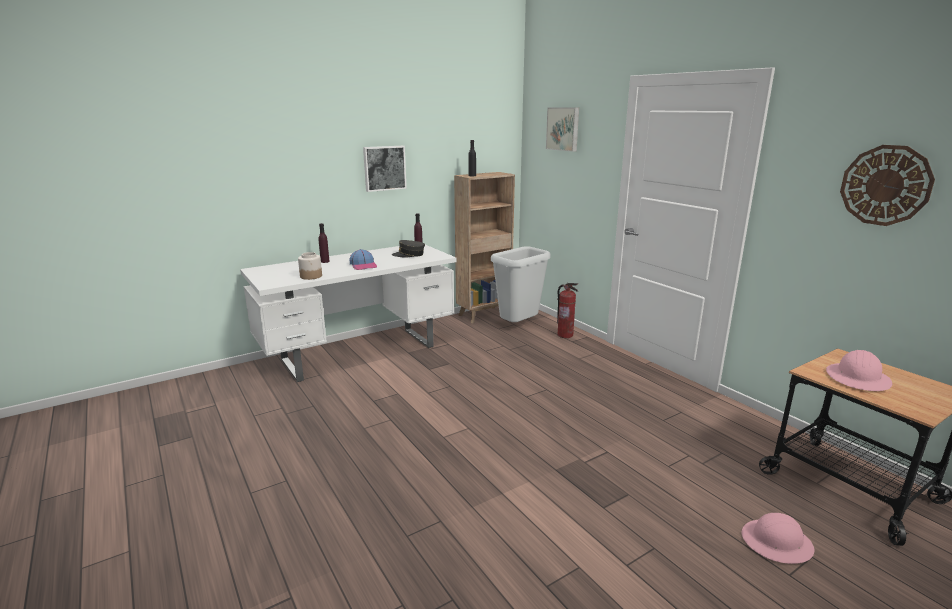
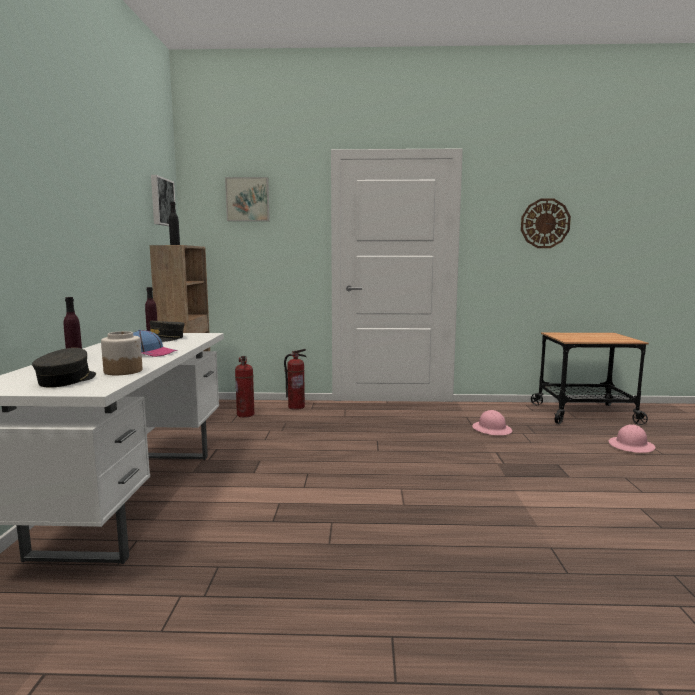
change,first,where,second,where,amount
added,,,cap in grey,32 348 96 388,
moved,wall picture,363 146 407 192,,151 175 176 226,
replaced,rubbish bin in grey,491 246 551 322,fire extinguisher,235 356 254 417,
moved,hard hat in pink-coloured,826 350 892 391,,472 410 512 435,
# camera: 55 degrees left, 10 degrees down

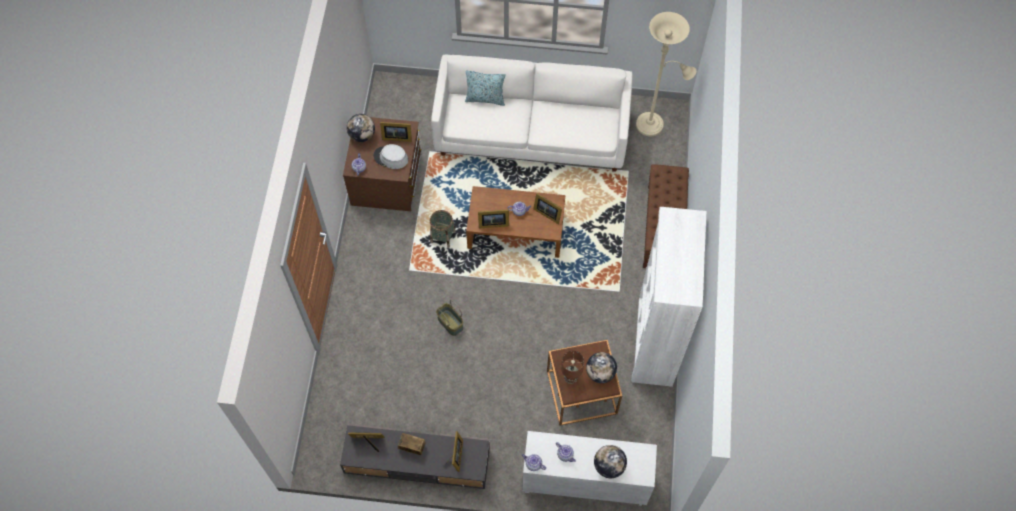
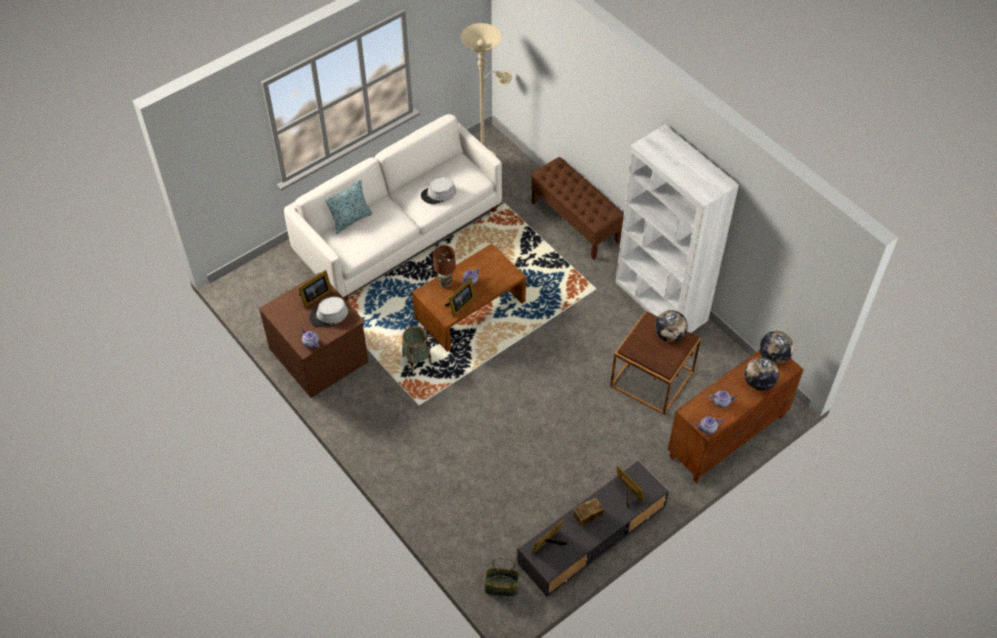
change,first,where,second,where,amount
added,,,clothing hat in grey,421 177 456 204,
moved,lamp for a table in brownish,561 351 585 384,,433 245 456 287,
moved,storage basket,436 300 463 336,,483 558 520 596,
recoloured,cabinet in white-coloured,522 431 657 506,cabinet in brownish,668 350 804 483,
moved,desk globe,347 114 375 142,,760 331 794 364,
removed,photo frame,533 193 562 224,,,
# camera: 45 degrees left, 10 degrees down

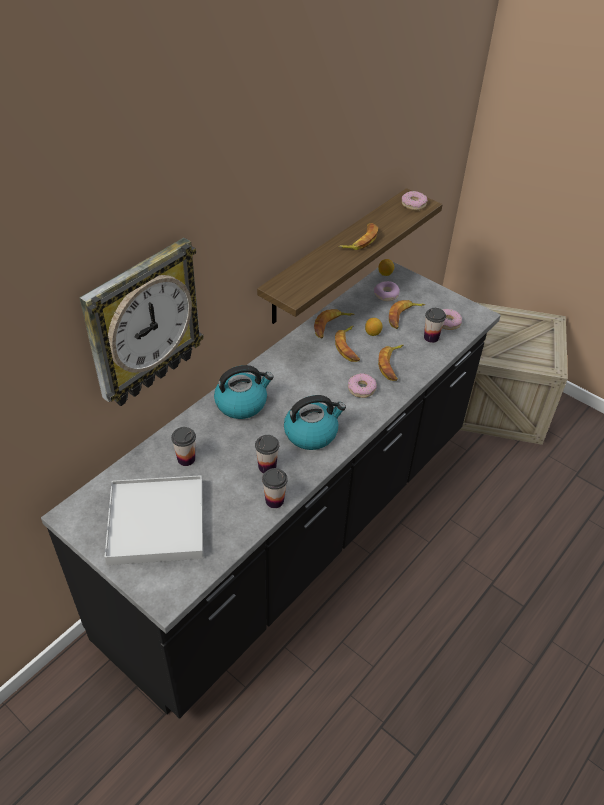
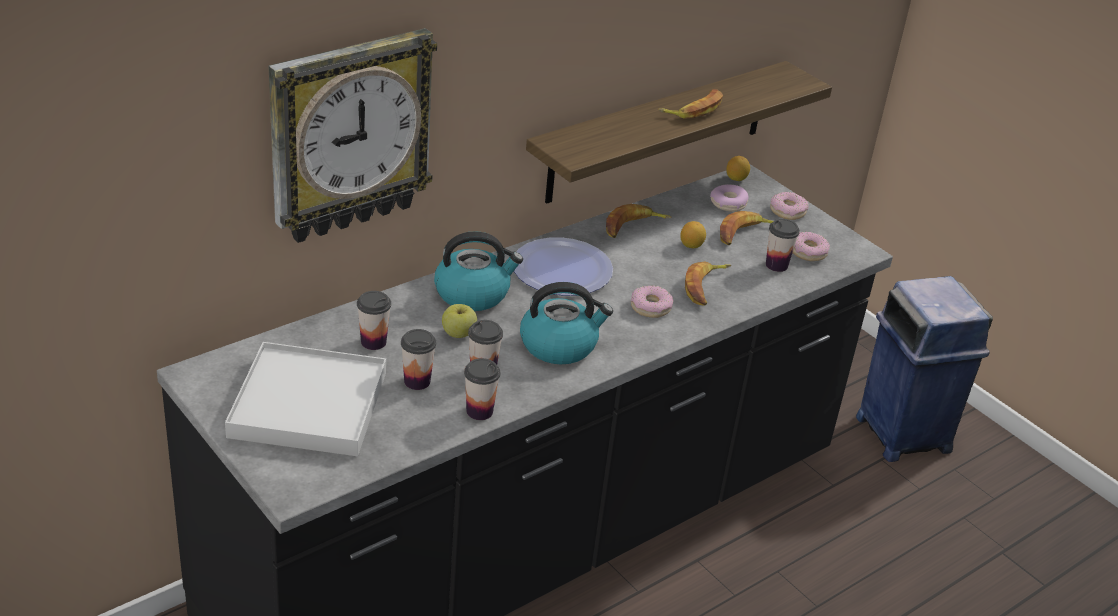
change,first,where,second,where,amount
added,,,drinking cup,401 329 436 390,
added,,,whole apple,442 304 477 338,
added,,,flat dish,514 237 613 296,
moved,ring doughnut,402 191 427 211,,770 192 808 220,
replaced,packing crate,460 302 568 445,rubbish bin in blue,856 276 993 462,
removed,banana,335 326 360 362,,,
# camera: 10 degrees right, 10 degrees down

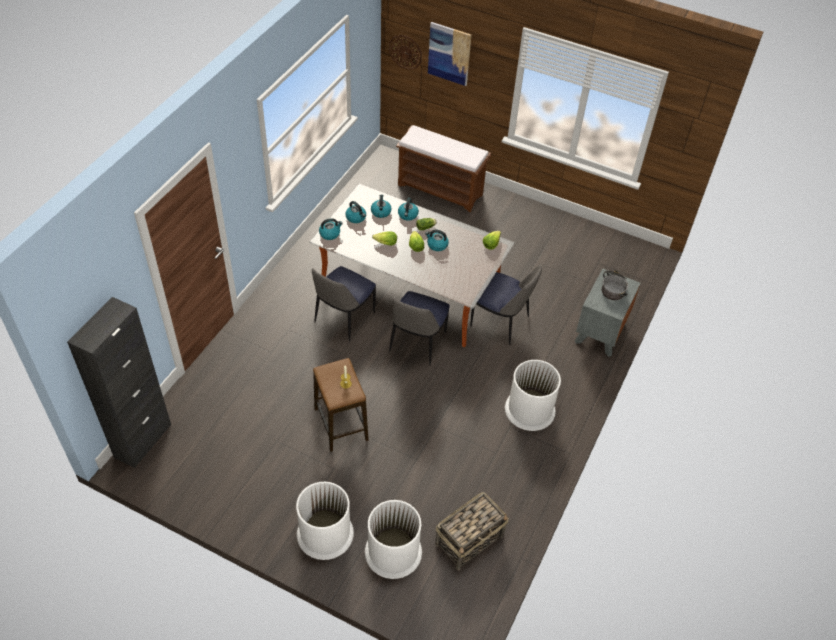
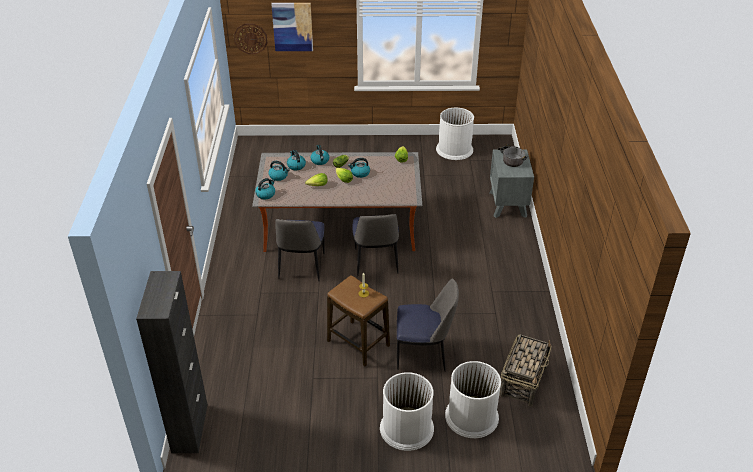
change,first,where,second,where,amount
moved,plain chair,471 264 542 345,,397 279 459 372,
moved,rubbish bin in white-coloured,505 360 561 431,,436 108 474 160,
removed,indoor bench in brownish,396 125 491 212,,,
# camera: 25 degrees left, 10 degrees down

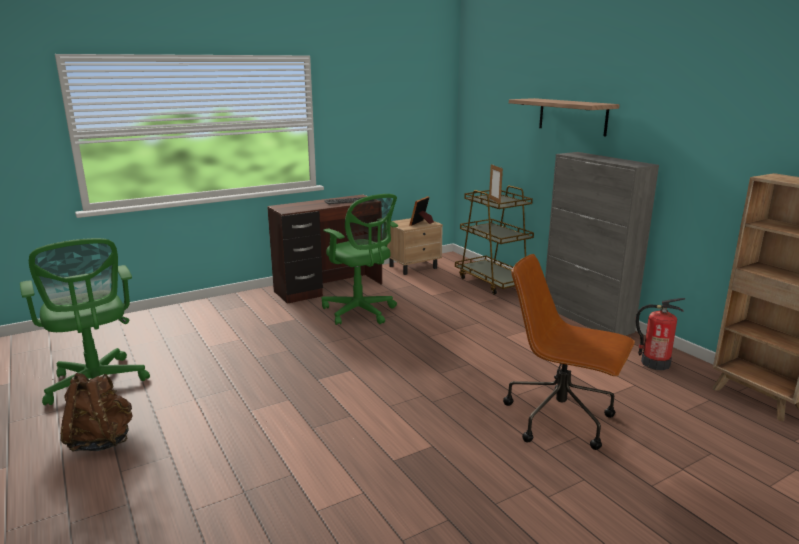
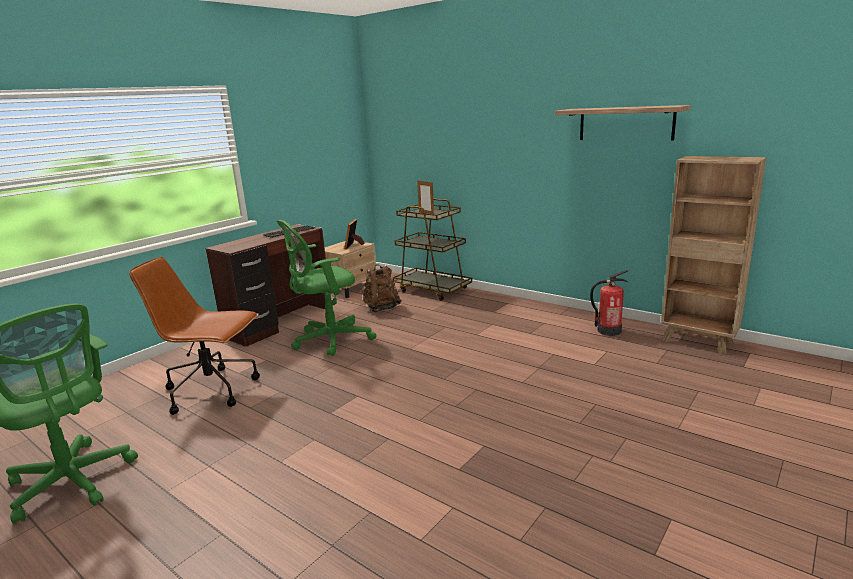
change,first,where,second,where,amount
moved,computer chair in brownish,503 254 635 450,,129 257 260 415,
turned,computer chair in greenish,322 194 398 325,,277 220 376 356,120 degrees clockwise
moved,knapsack in brownish,61 373 133 451,,361 264 402 312,
moved,wall shelf,509 98 620 136,,555 105 691 140,
removed,cabinet in grey,545 152 659 336,,,
# camera: 20 degrees left, 0 degrees up

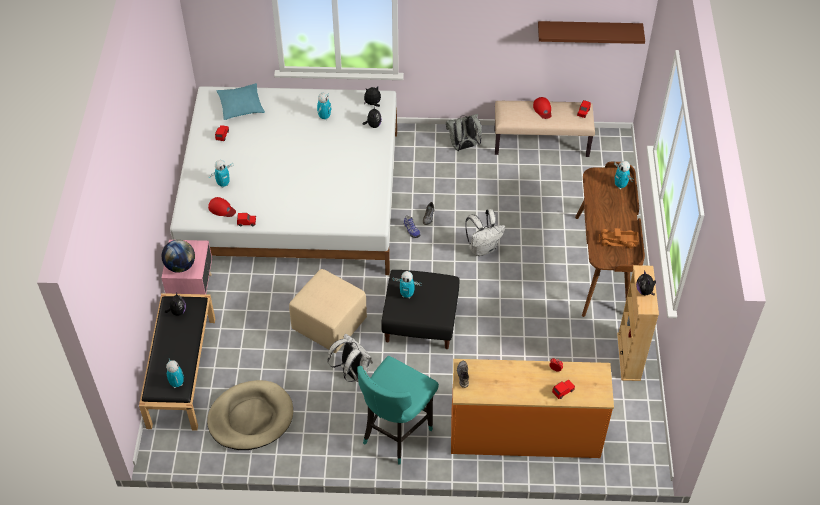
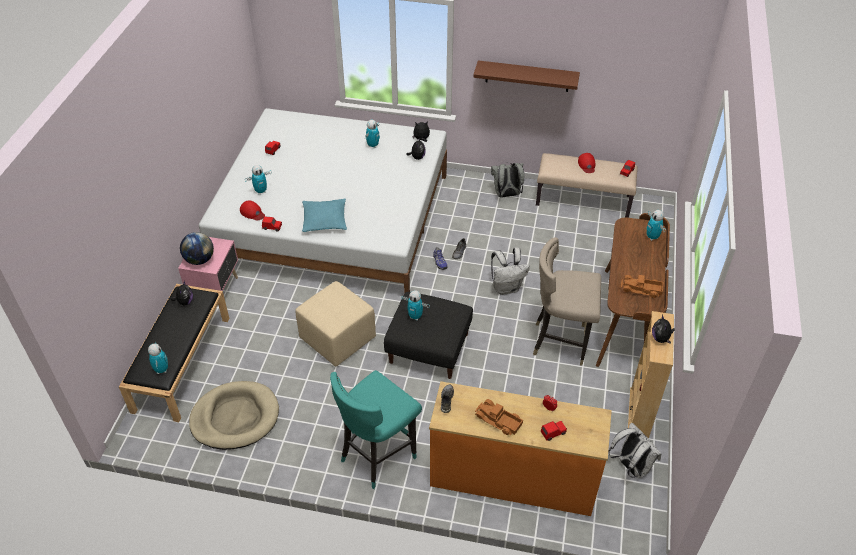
change,first,where,second,where,amount
moved,throw pillow in blue-green,217 83 265 120,,302 198 347 232,
moved,wall shelf in brownish,538 21 645 44,,473 60 580 92,
added,,,model truck,475 399 523 436,
added,,,sitting stool in sand-coloured,533 237 601 366,
moved,knapsack in white-coloured,327 333 373 382,,608 422 662 478,
# camera: 10 degrees right, 5 degrees down

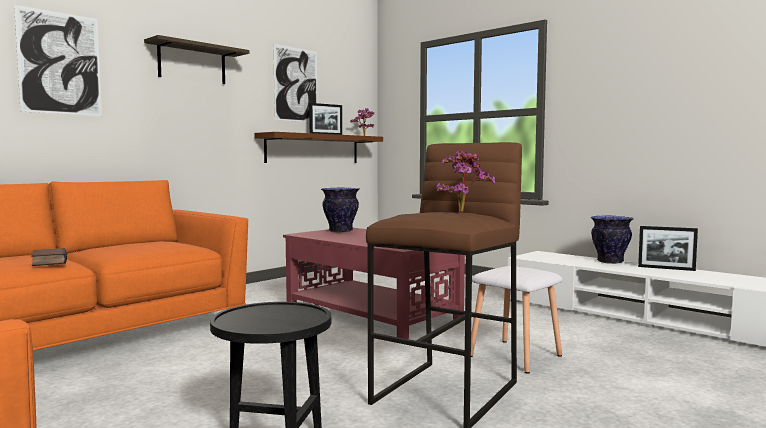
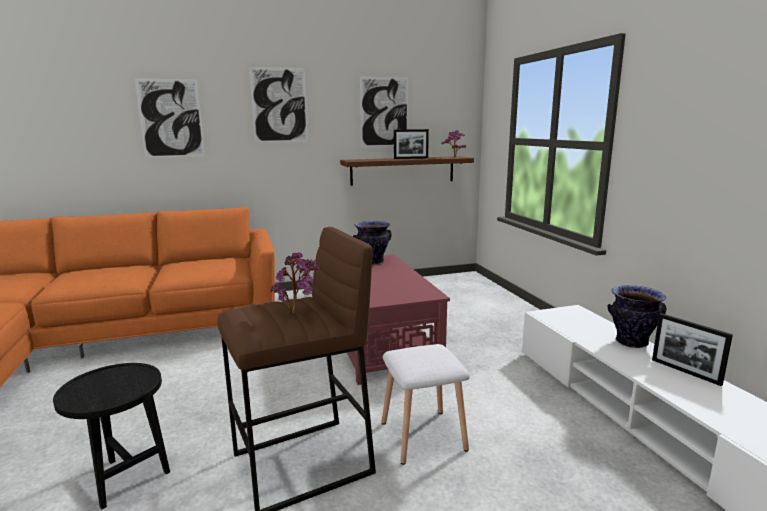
change,first,where,second,where,amount
replaced,wall shelf,144 35 250 84,wall picture,249 67 308 142,
removed,volume,31 248 67 266,,,
# camera: 30 degrees right, 10 degrees up

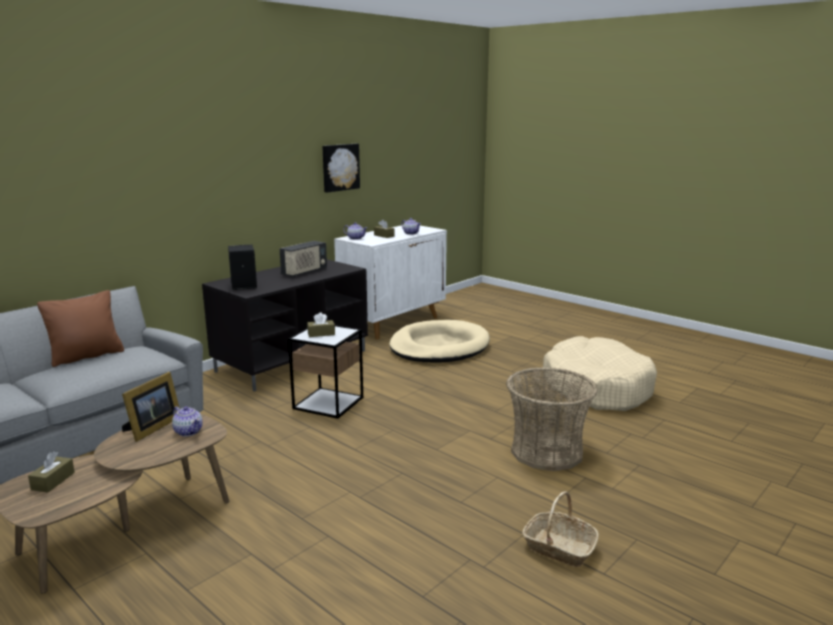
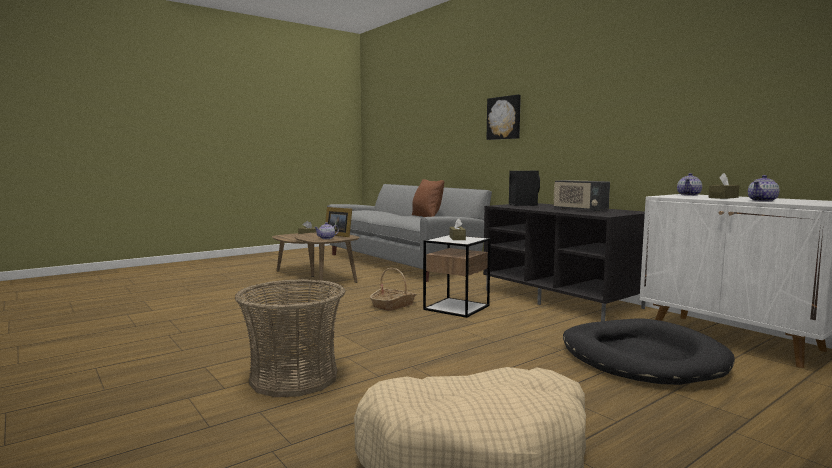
change,first,where,second,where,amount
moved,storage basket,522 491 599 567,,370 268 417 311,
moved,wall picture,322 144 360 193,,487 95 521 140,
recoloured,pet bed in sand-coloured,389 320 490 363,pet bed in black-coloured,563 318 735 385,
# camera: 100 degrees right, 10 degrees down

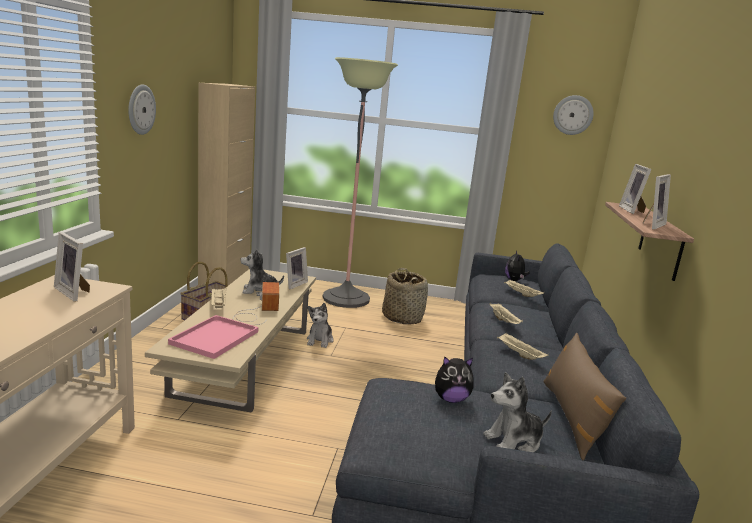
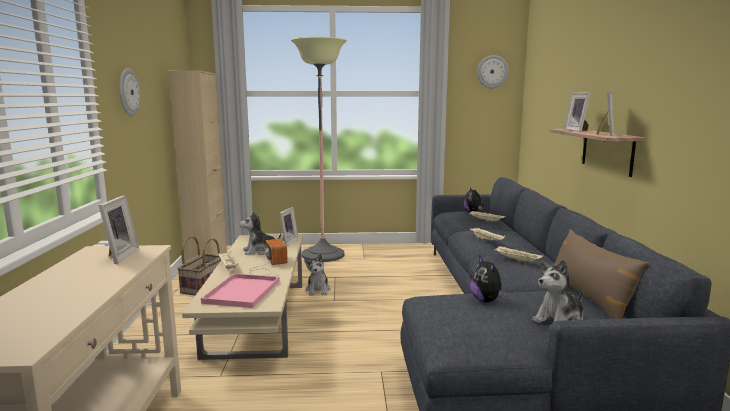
change,first,where,second,where,amount
turned,photo frame,54 232 90 301,,98 195 139 264,120 degrees counterclockwise
turned,plush toy,435 356 474 403,,470 255 506 302,90 degrees clockwise
removed,storage basket,382 268 428 324,,,
# camera: 10 degrees left, 5 degrees down

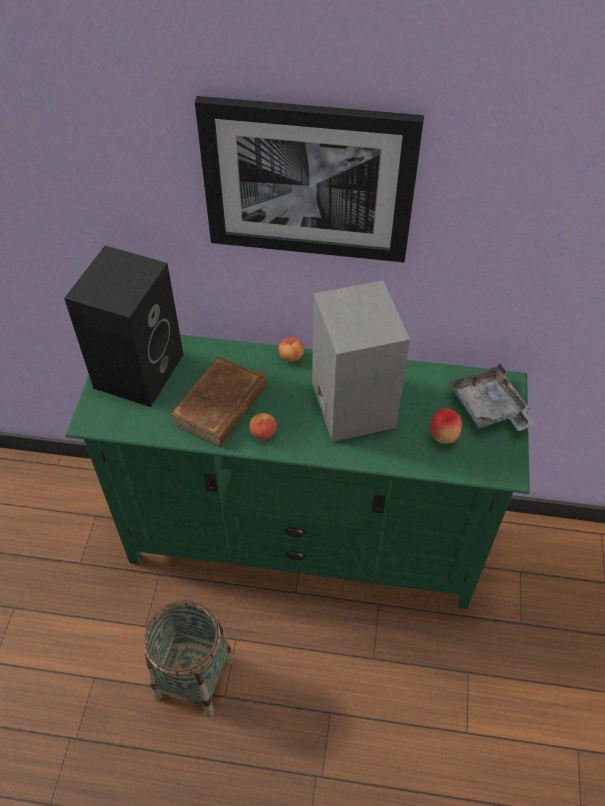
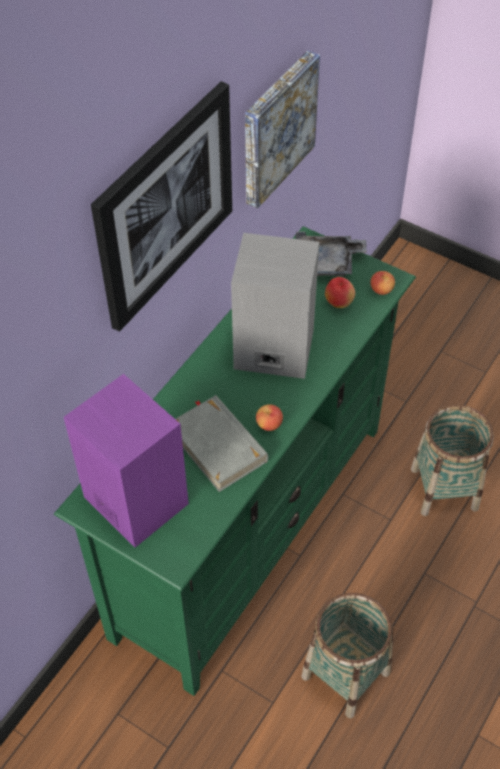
change,first,where,second,where,amount
recoloured,speaker in black-coloured,64 245 184 407,speaker in purple-coloured,64 374 189 547,
recoloured,volume in brownish,170 356 266 447,volume in grey,176 395 268 492,
added,,,wall picture,245 51 320 209,
moved,whole apple,279 337 304 362,,370 271 395 295,
added,,,storage basket,411 405 494 516,
# camera: 65 degrees left, 0 degrees up

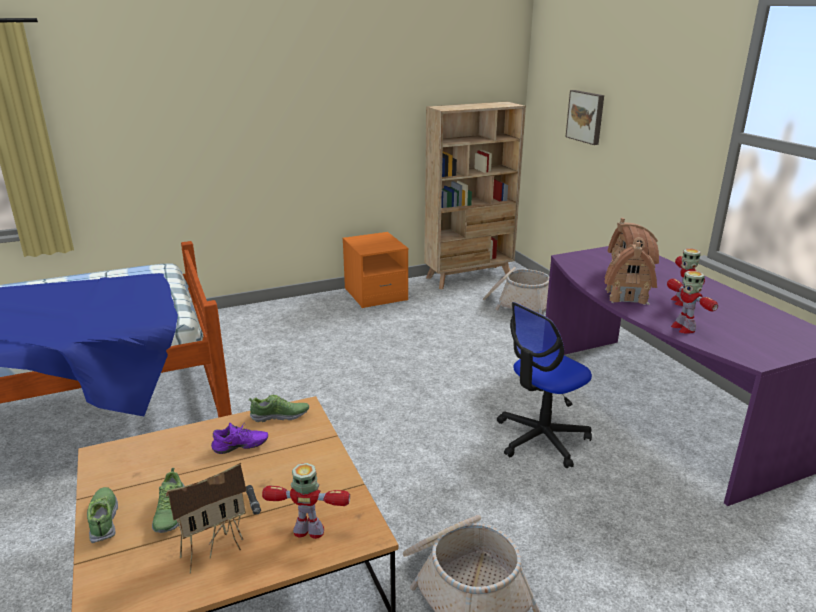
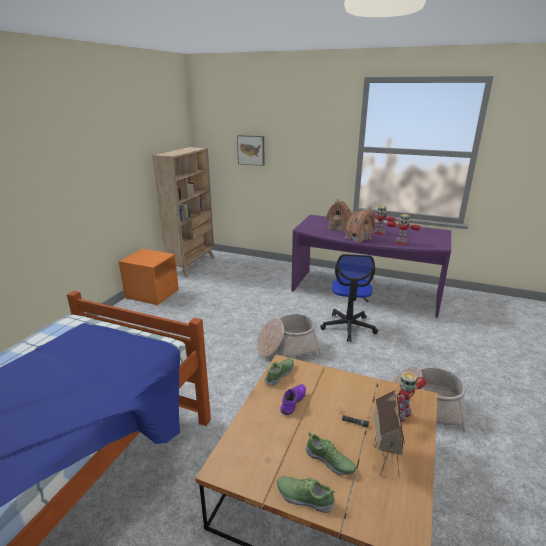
change,first,where,second,where,amount
moved,storage basket,483 267 549 315,,257 314 322 358,
# camera: 45 degrees left, 0 degrees up

